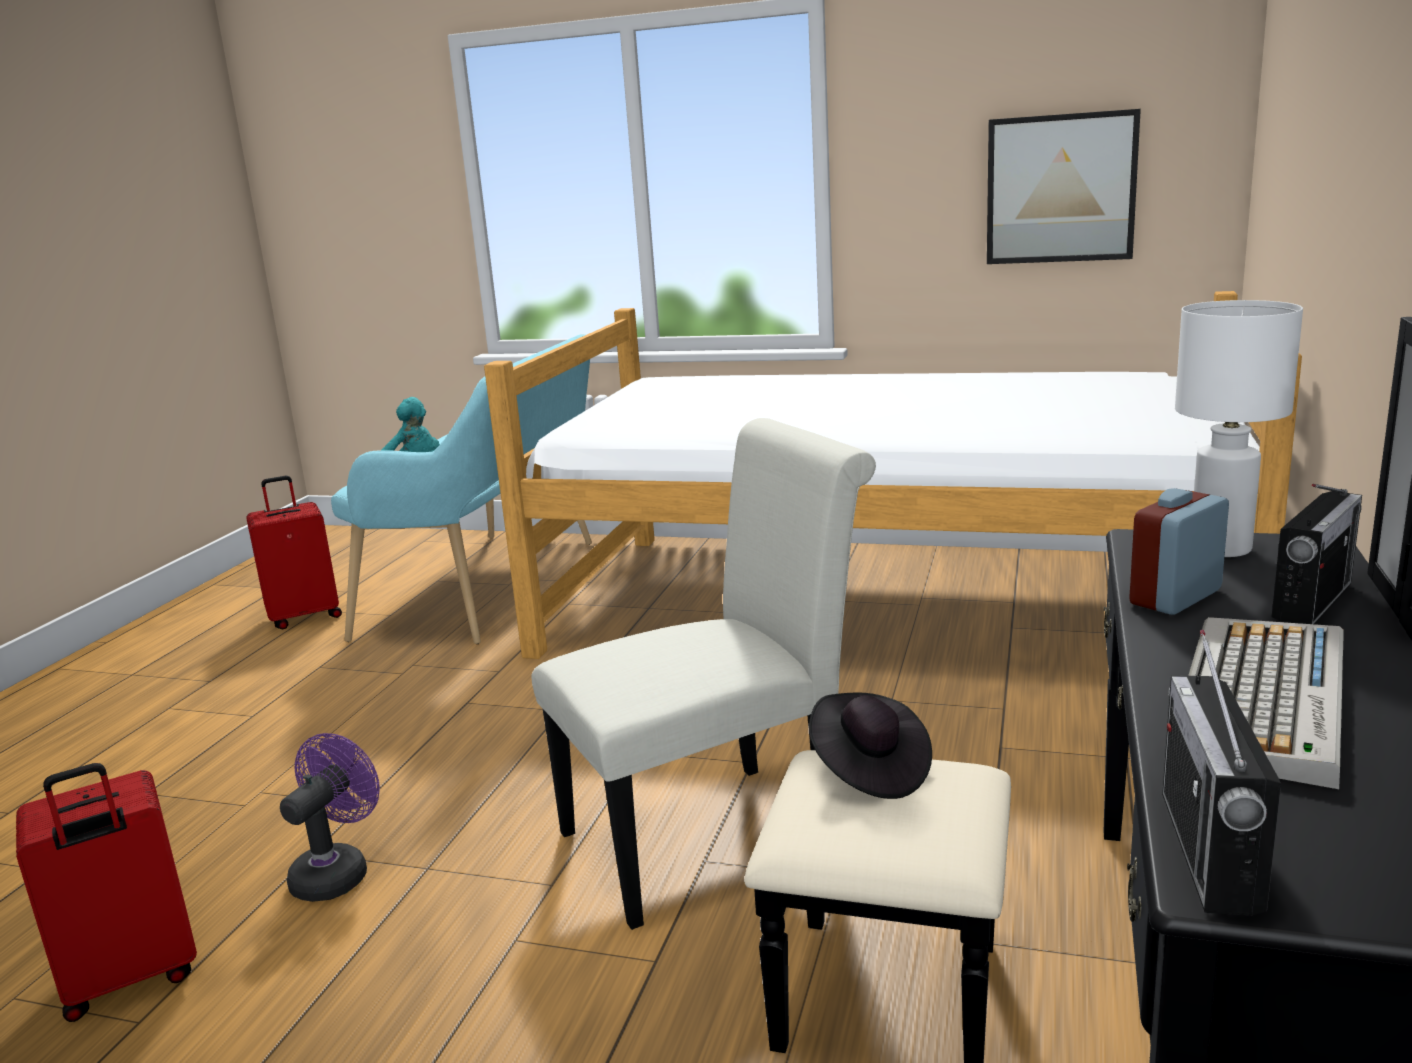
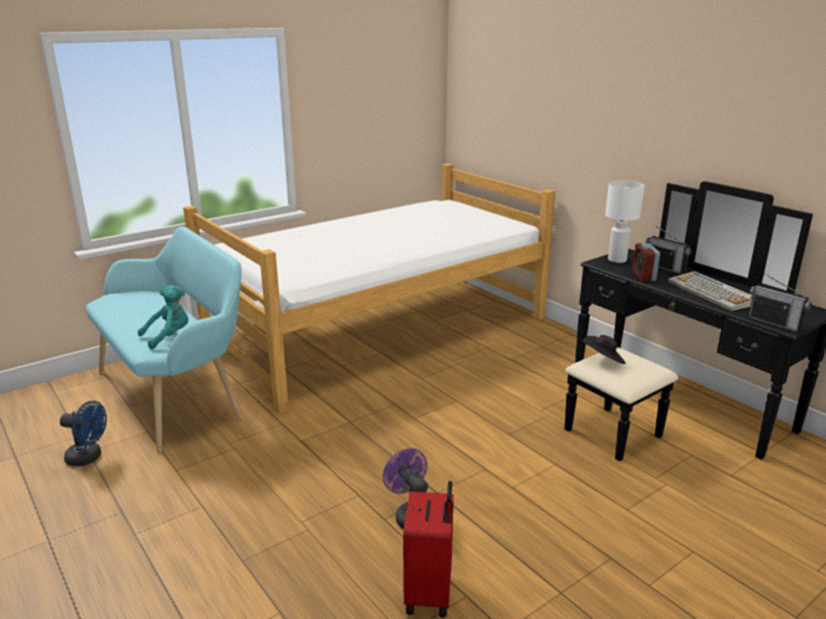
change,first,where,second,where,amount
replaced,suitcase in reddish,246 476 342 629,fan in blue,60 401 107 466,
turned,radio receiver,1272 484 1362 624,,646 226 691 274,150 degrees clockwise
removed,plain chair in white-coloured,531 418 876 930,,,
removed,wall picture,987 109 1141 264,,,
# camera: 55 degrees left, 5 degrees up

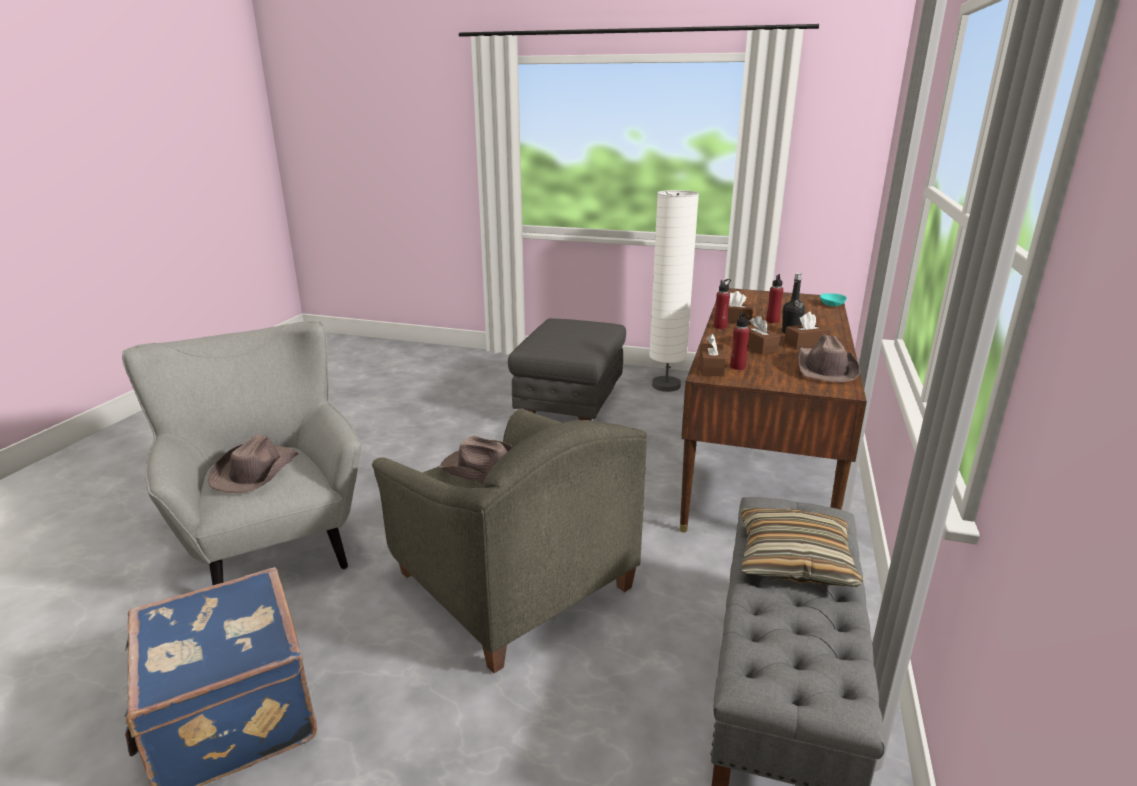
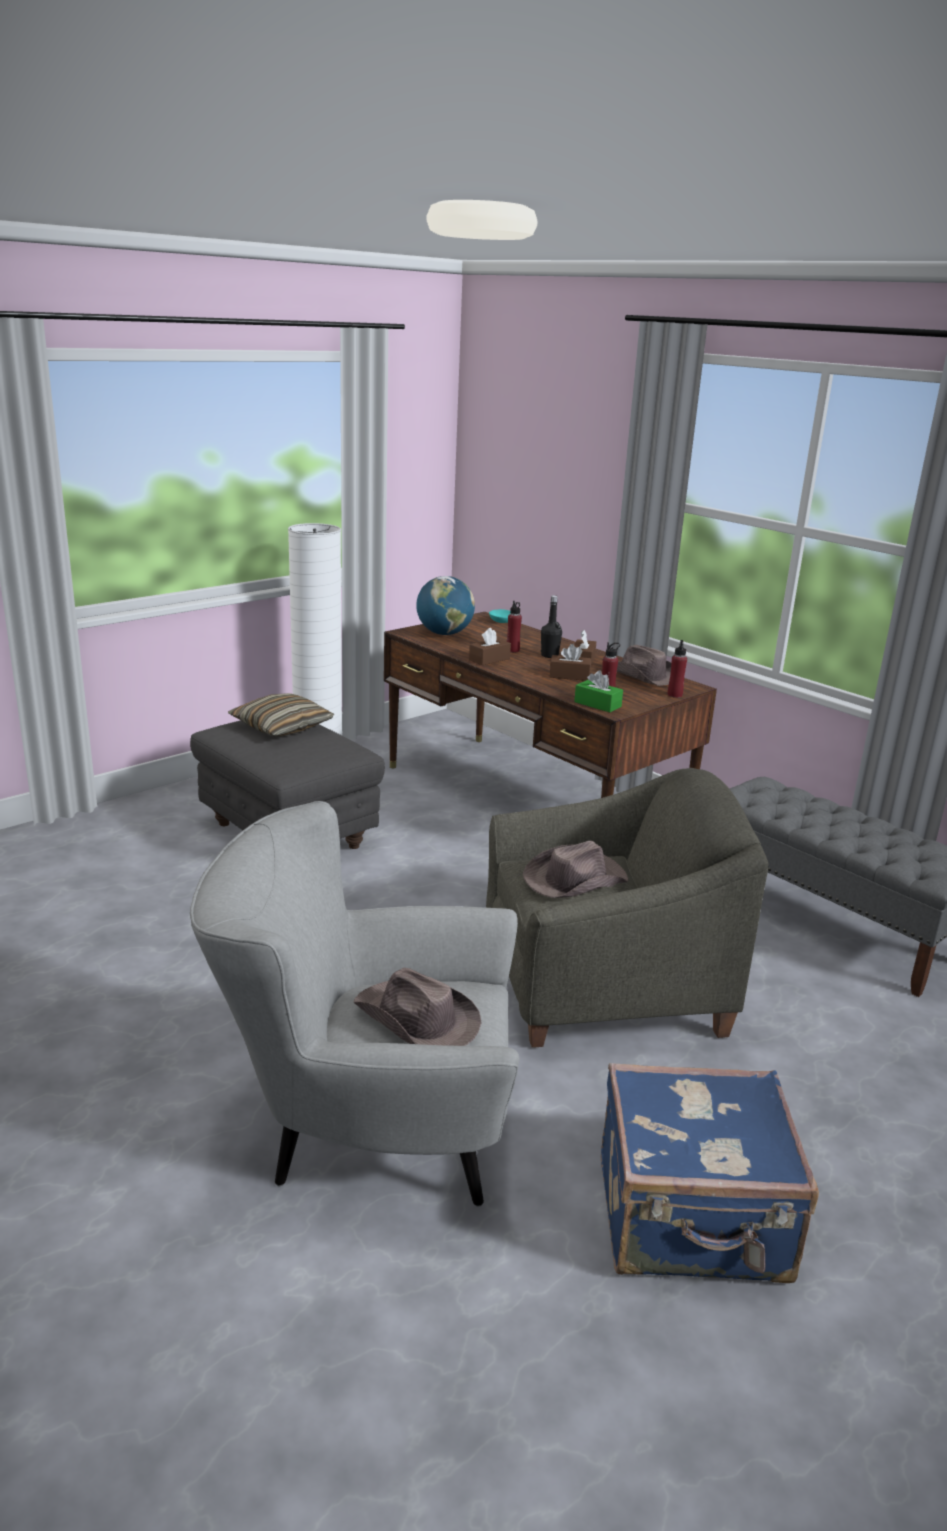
change,first,where,second,where,amount
moved,throw pillow,740 508 863 587,,228 693 334 736,
added,,,desk globe,416 576 475 635,
recoloured,box of tissues in brownish,699 334 726 376,box of tissues in greenish,574 670 623 712,
moved,beverage bottle in reddish,714 279 731 329,,668 640 687 698,
# camera: 60 degrees left, 0 degrees up

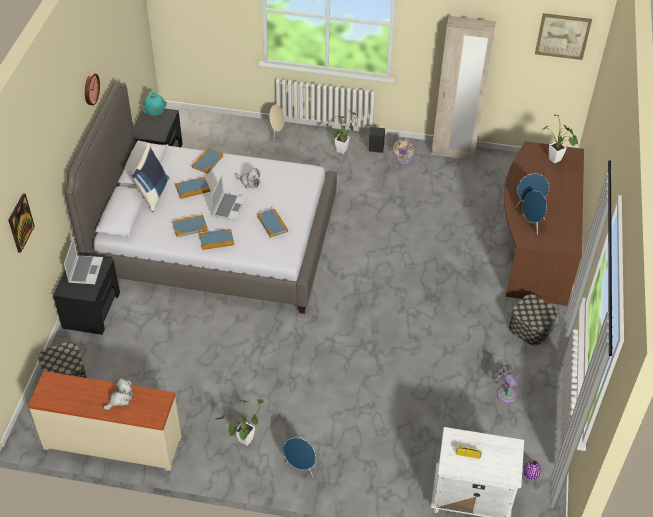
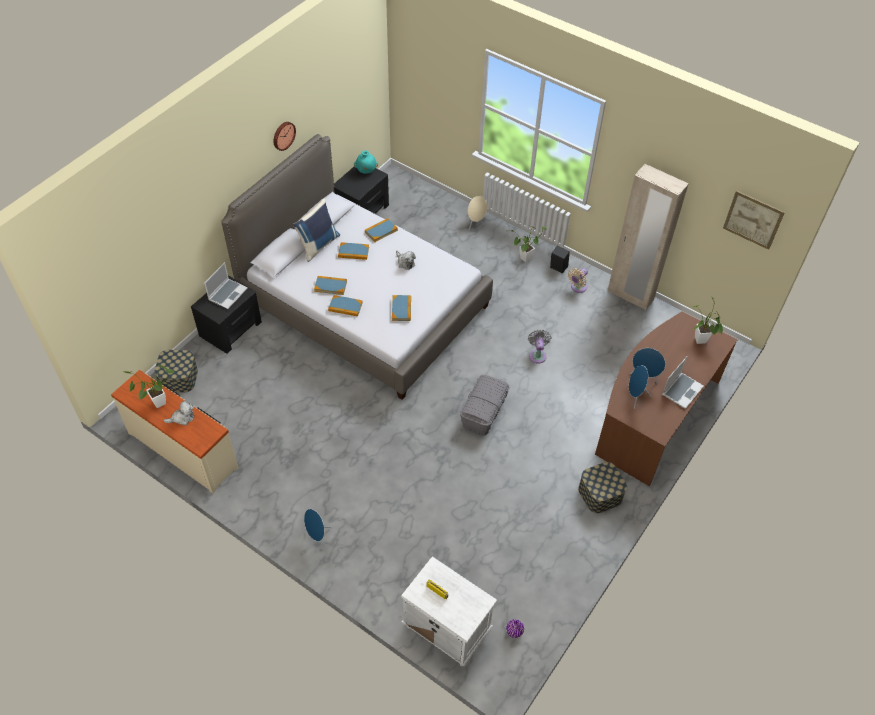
change,first,where,second,where,amount
moved,plant in a pot,214 399 264 446,,124 364 174 408,
added,,,storage bin in grey,460 375 509 435,
moved,fan in grey,493 364 518 403,,528 330 551 364,
moved,notebook computer,211 174 247 221,,662 357 704 409,
removed,wall picture,8 194 35 253,,,
# camera: 25 degrees right, 5 degrees up

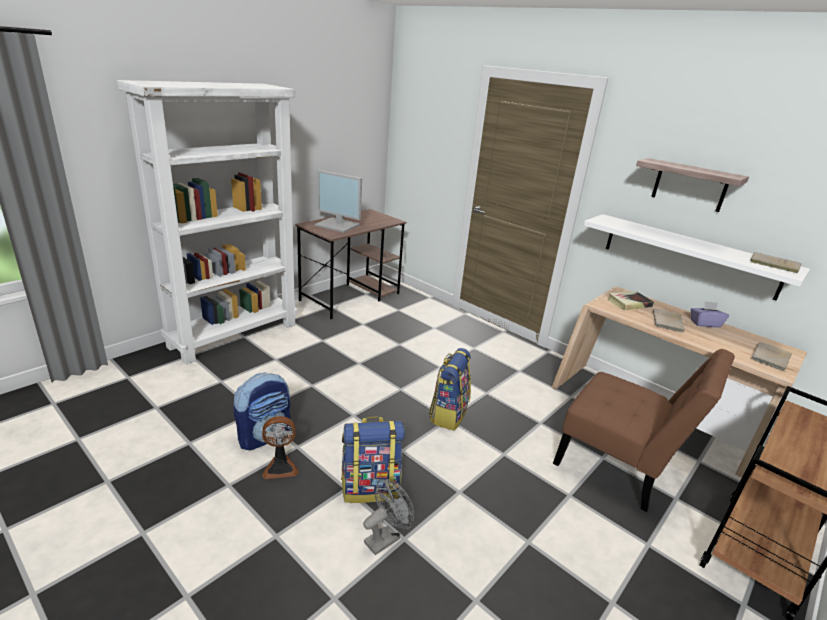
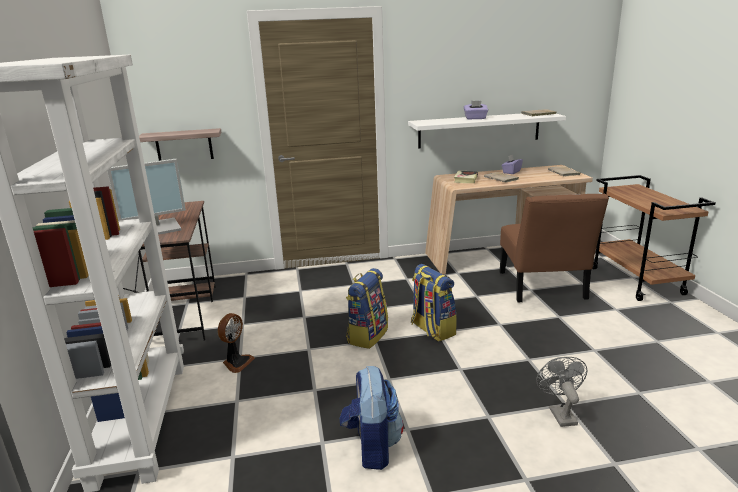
change,first,where,second,where,amount
moved,wall shelf,636 158 749 212,,139 128 222 161,
moved,fan,262 416 299 479,,218 313 255 373,
moved,knapsack,341 417 405 503,,346 268 388 349,
added,,,box of tissues in purple-coloured,464 101 488 119,
turned,plain chair in brownish,553 349 735 512,,500 193 609 302,105 degrees clockwise
# camera: 50 degrees left, 5 degrees down

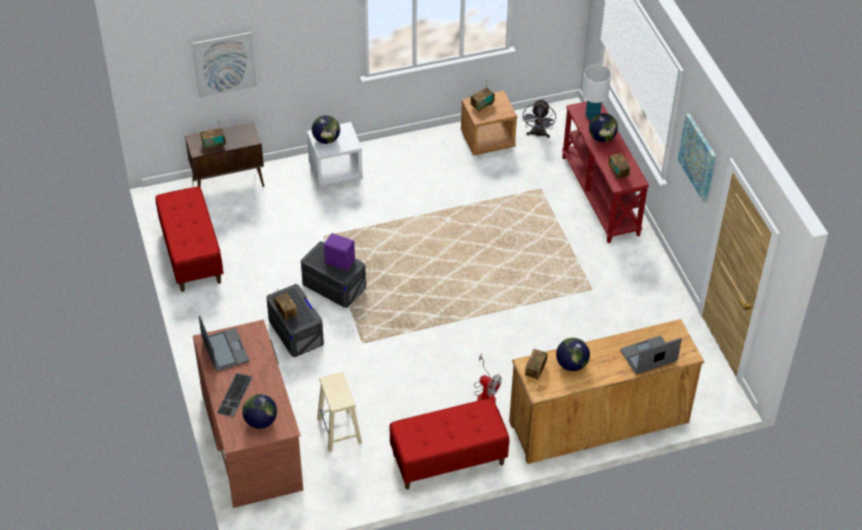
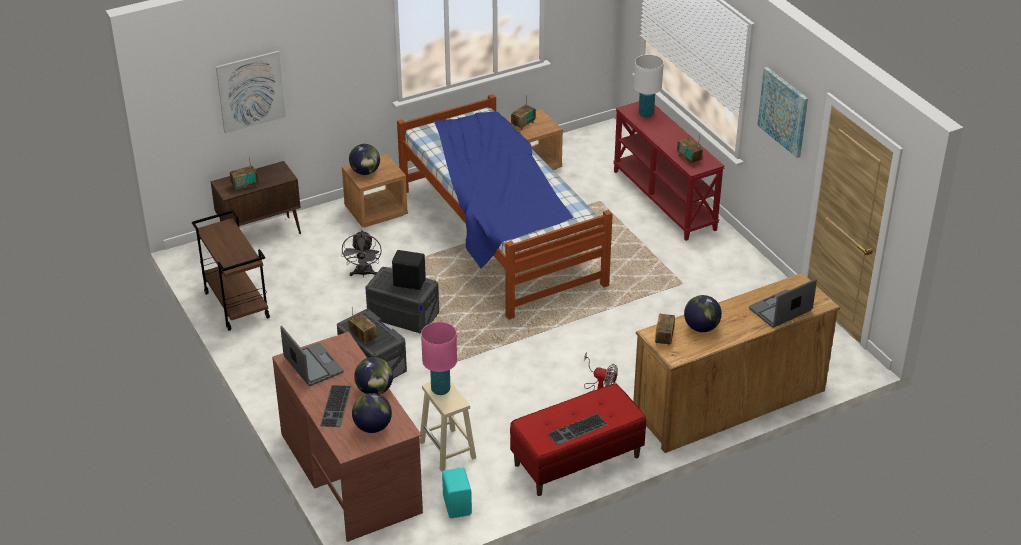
change,first,where,second,where,amount
replaced,indoor bench in reddish,156 186 224 292,trolley in brownish,192 210 270 331,
recoloured,bedside table in white-coloured,307 122 363 188,bedside table in brownish,342 154 408 227,
moved,fan in grey,522 99 556 138,,342 230 382 277,
moved,desk globe,589 113 618 142,,354 357 393 395,
recoloured,speaker in purple-coloured,324 233 355 271,speaker in black-coloured,392 250 426 290,
added,,,sleeping bed,397 94 613 319,
added,,,lamp for a table in pink-coloured,421 322 457 395,
added,,,speaker in blue-green,442 467 472 518,
added,,,PC keyboard,547 414 608 445,
# camera: 10 degrees left, 10 degrees down

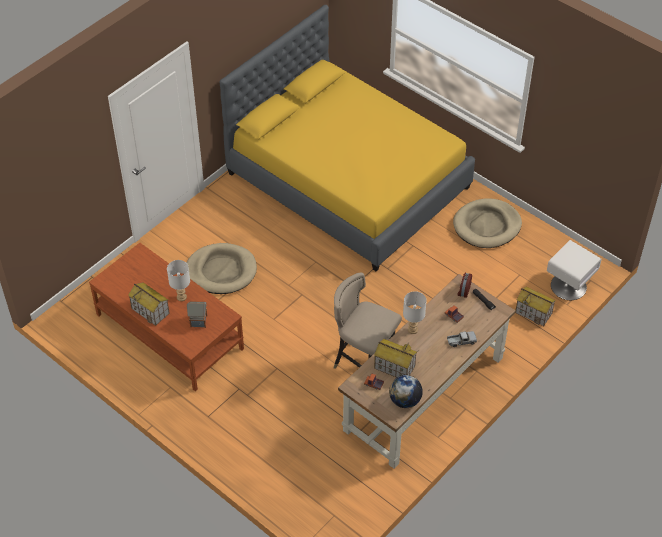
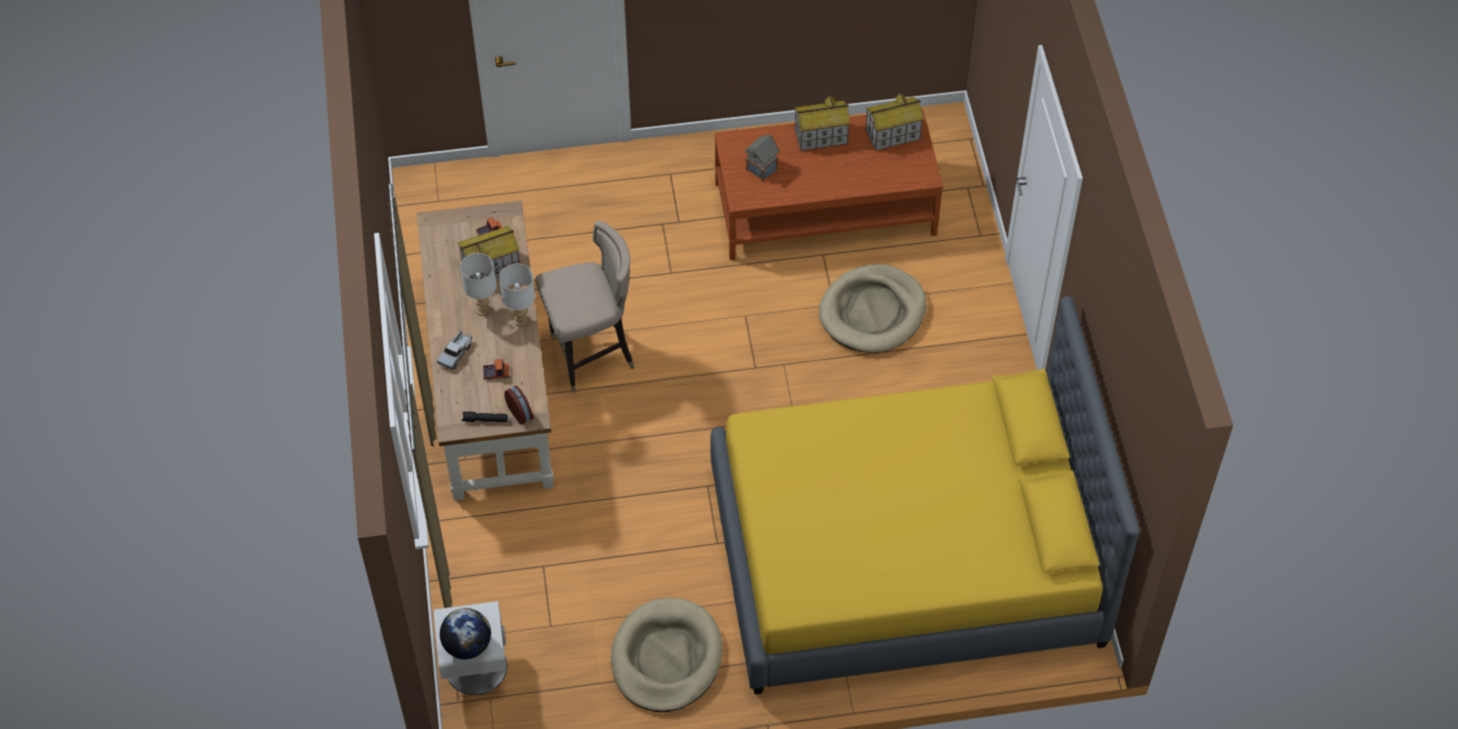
change,first,where,second,where,amount
moved,desk globe,389 375 423 408,,440 608 491 659,
moved,lamp for a table in white-coloured,167 260 190 301,,460 253 496 316,
moved,miniature house,515 287 556 326,,865 92 924 151,
# camera: 130 degrees right, 5 degrees up

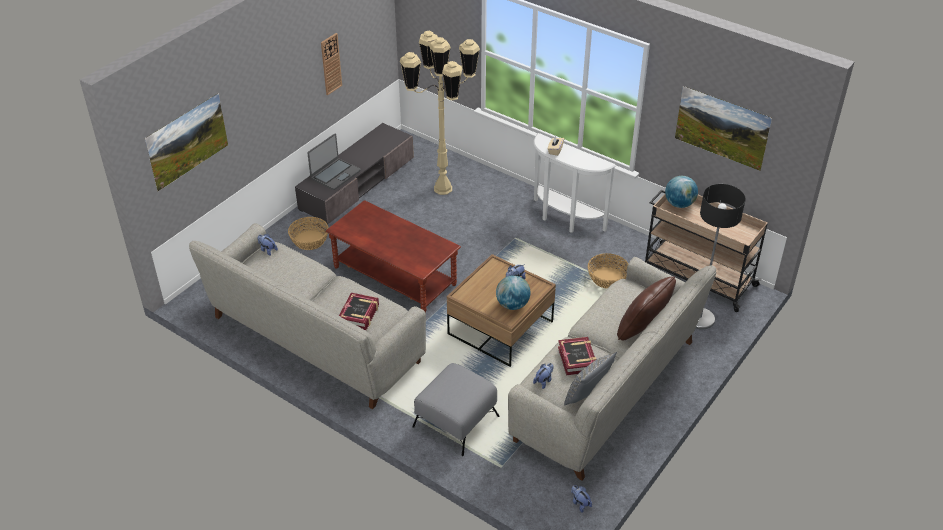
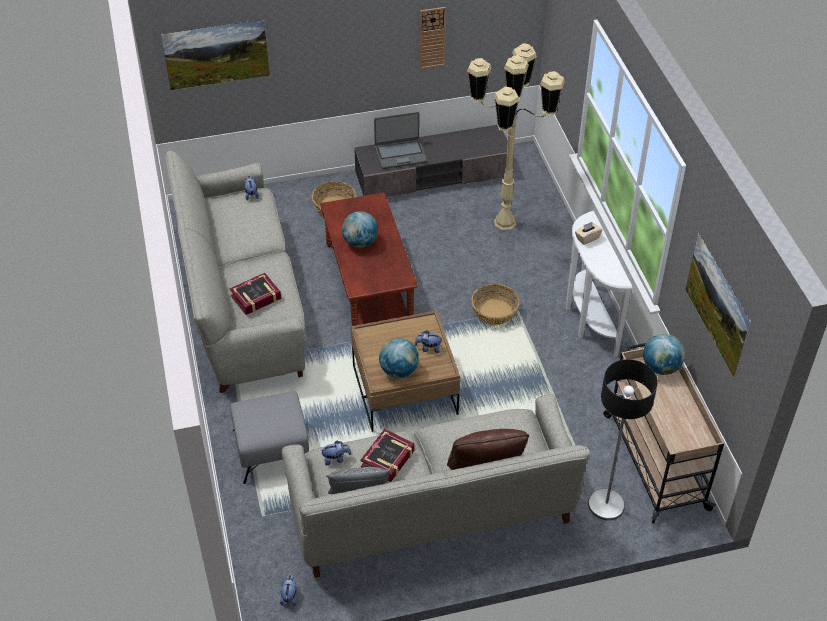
change,first,where,second,where,amount
added,,,desk globe,342 211 378 248,
moved,storage basket,588 253 628 289,,471 283 520 325,
# camera: 40 degrees right, 5 degrees up

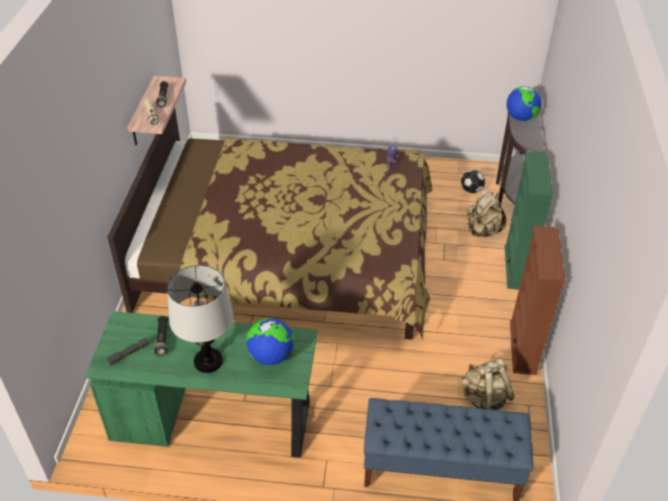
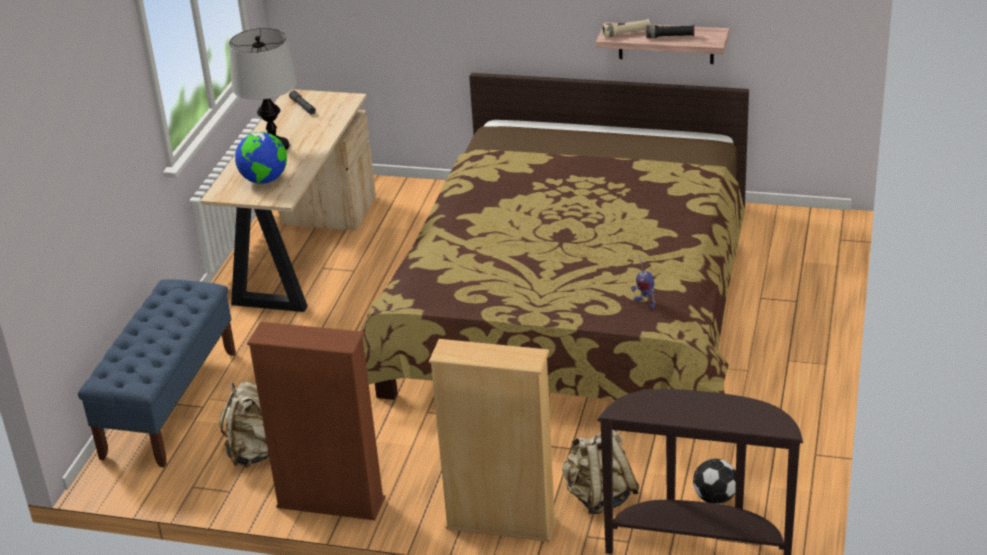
change,first,where,second,where,amount
recoloured,desk table in greenish,85 311 318 458,desk table in sand-coloured,200 89 376 312,
recoloured,bookcase in greenish,505 152 553 290,bookcase in sand-coloured,429 339 557 542,
removed,torch in black-coloured,154 316 168 356,,,
removed,desk globe,507 86 542 121,,,
# camera: 100 degrees right, 10 degrees down

